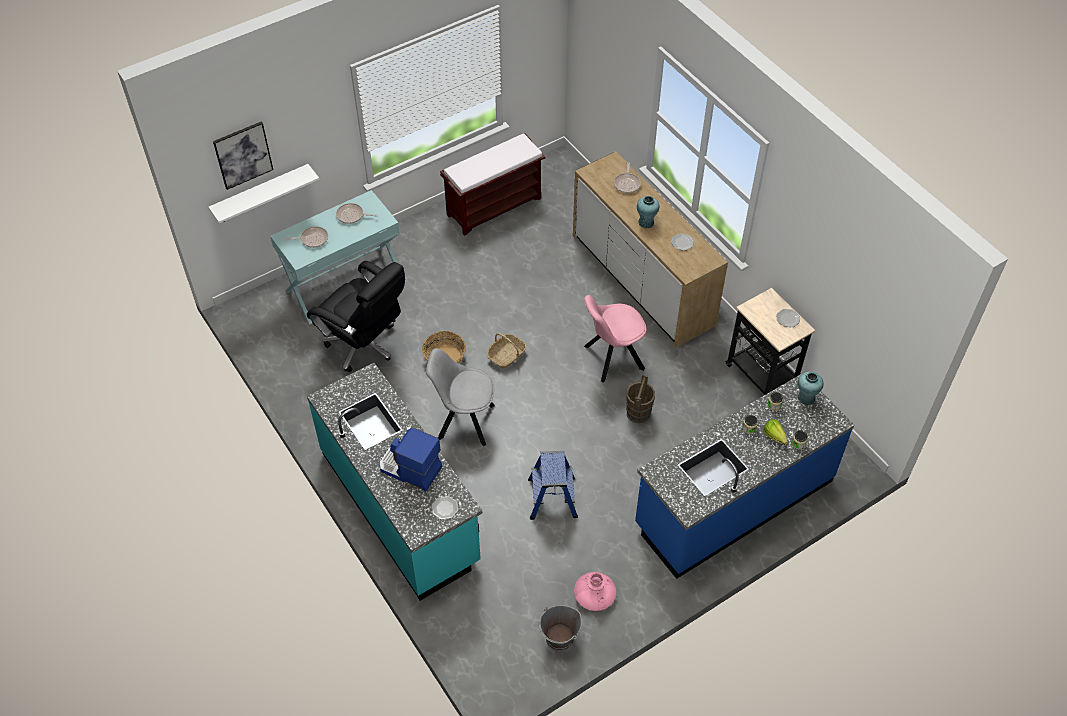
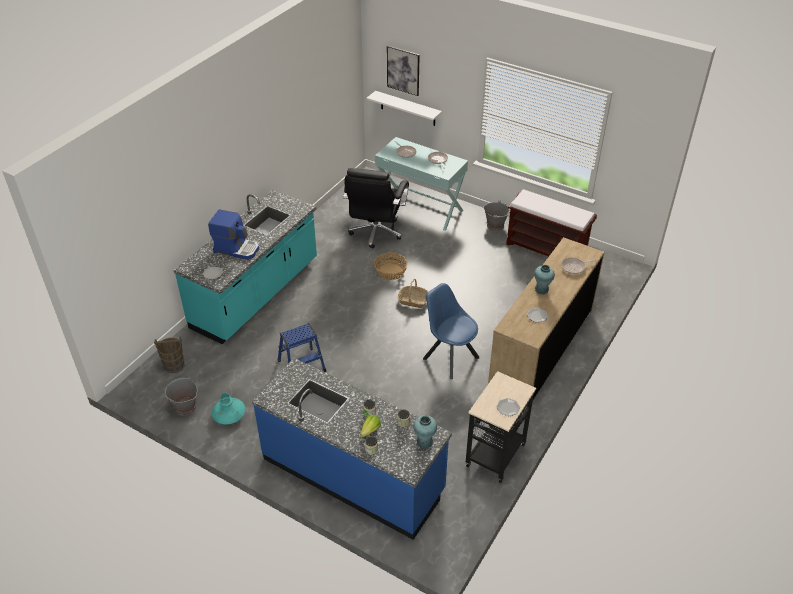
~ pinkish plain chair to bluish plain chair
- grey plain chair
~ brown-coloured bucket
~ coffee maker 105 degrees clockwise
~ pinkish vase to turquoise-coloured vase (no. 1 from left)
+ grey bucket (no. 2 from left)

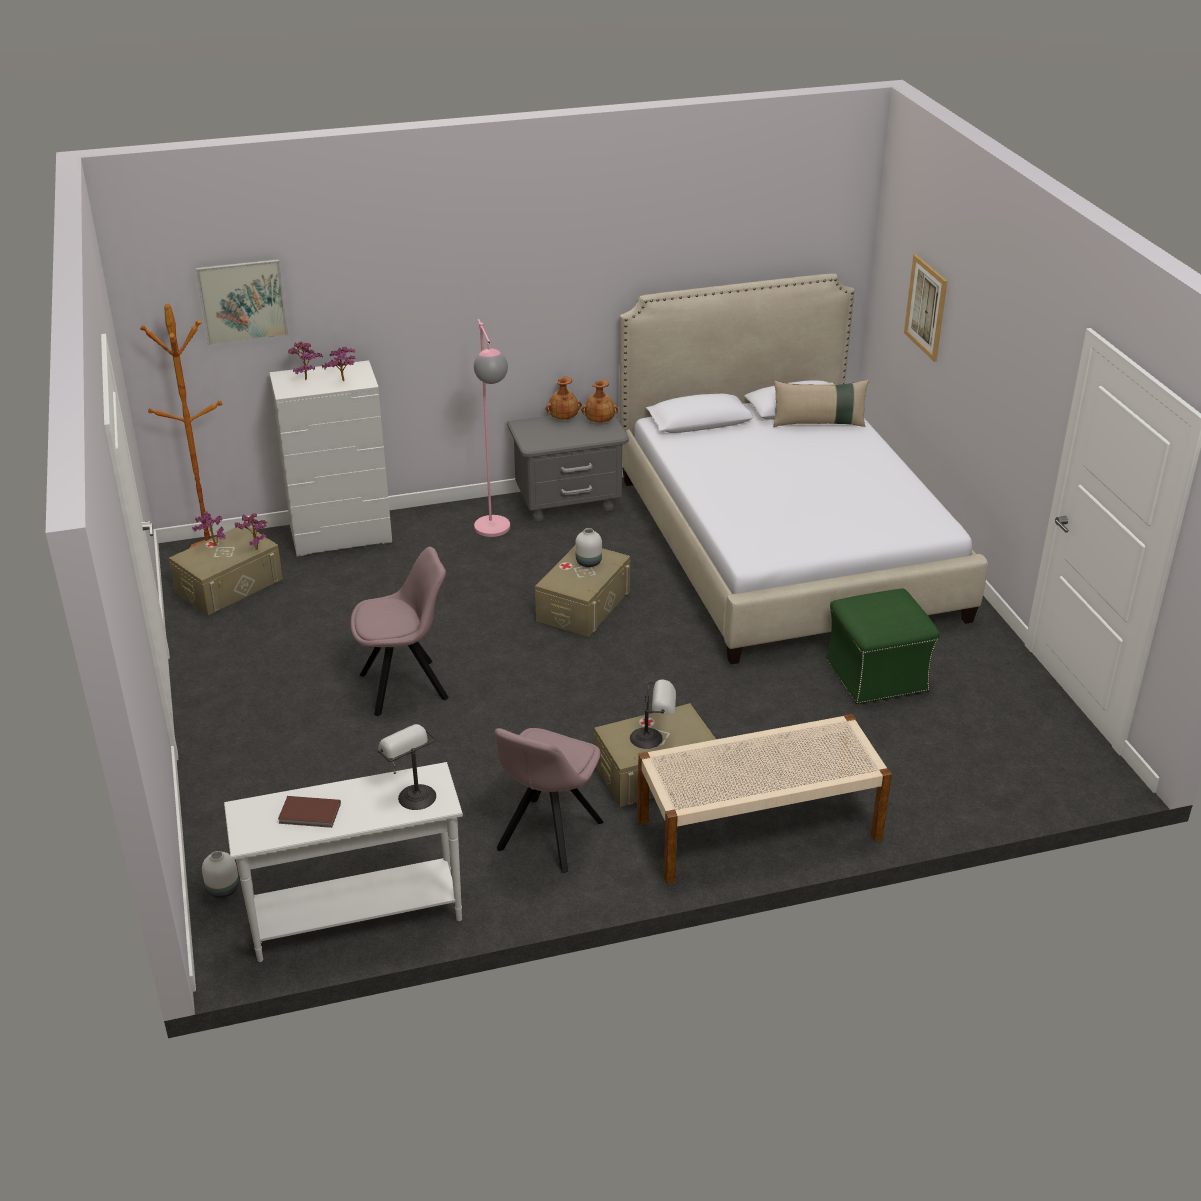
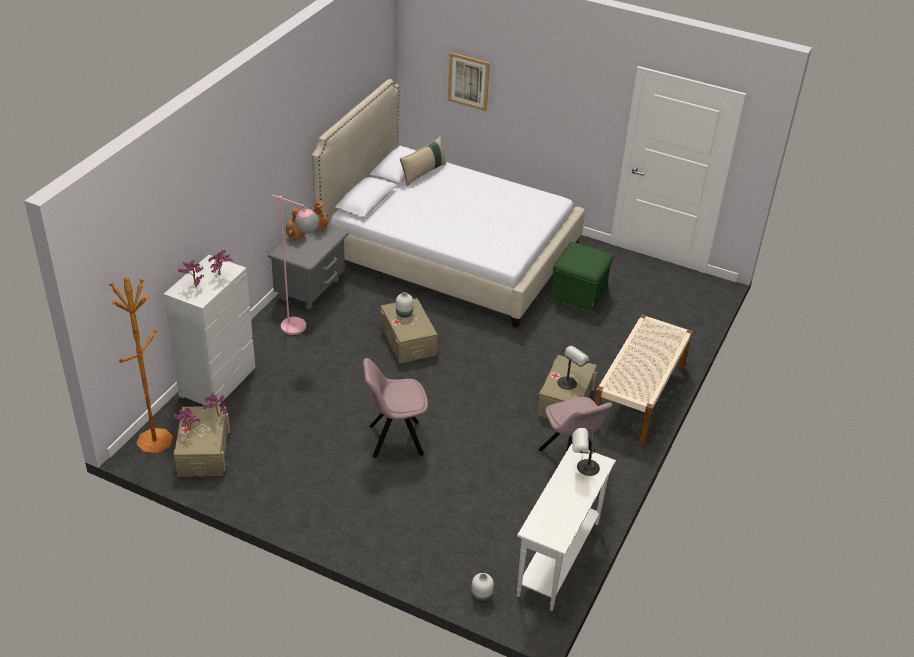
- wall picture (no. 1 from left)
~ pinkish plain chair (no. 1 from left) 120 degrees counterclockwise
- brown-coloured bound book

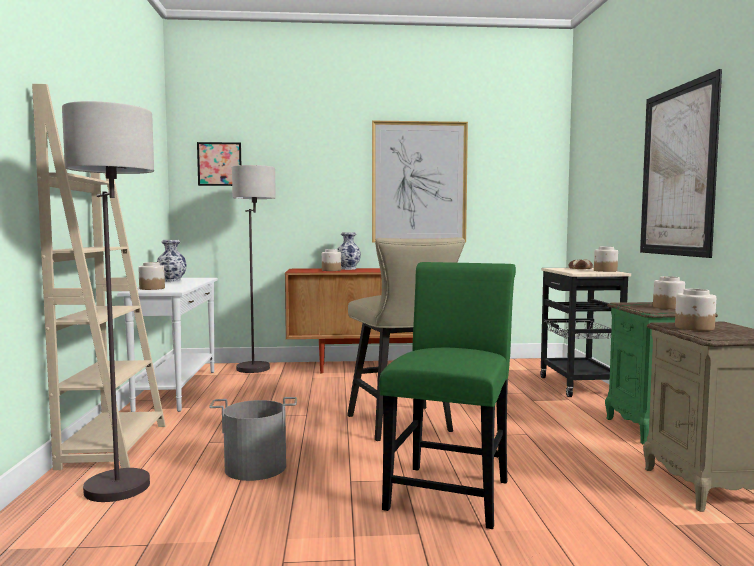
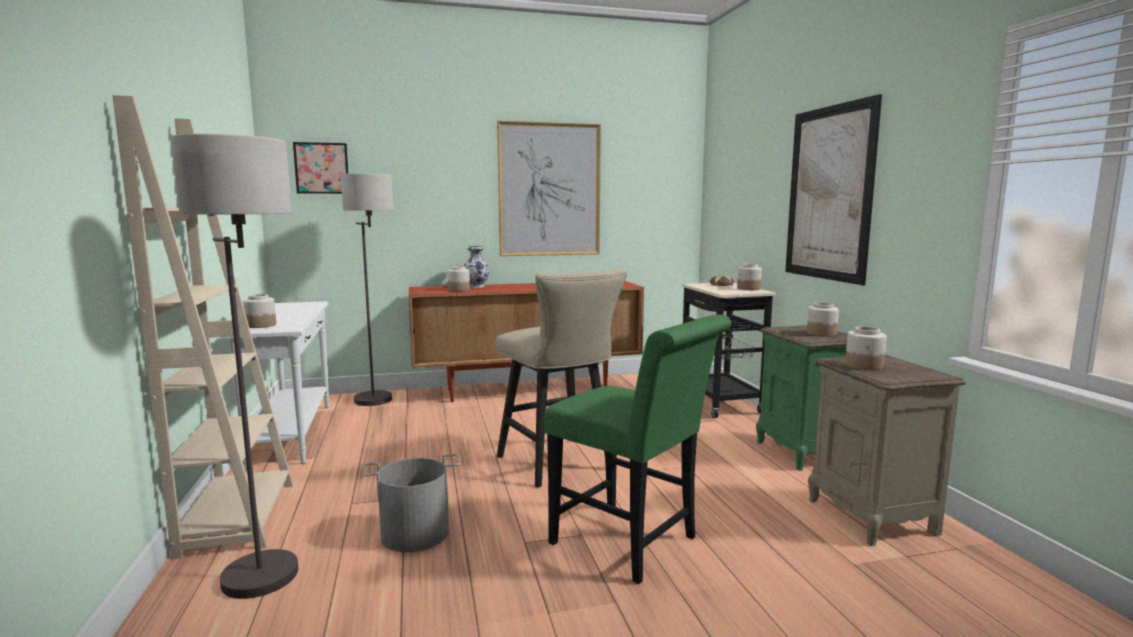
- vase (no. 1 from left)
~ green plain chair 120 degrees clockwise

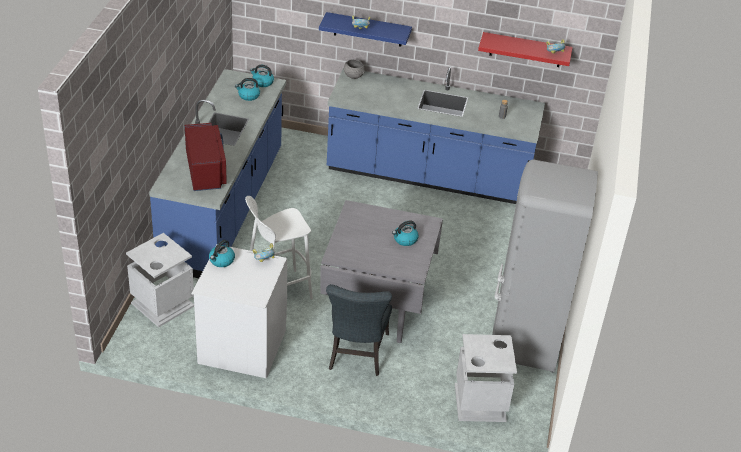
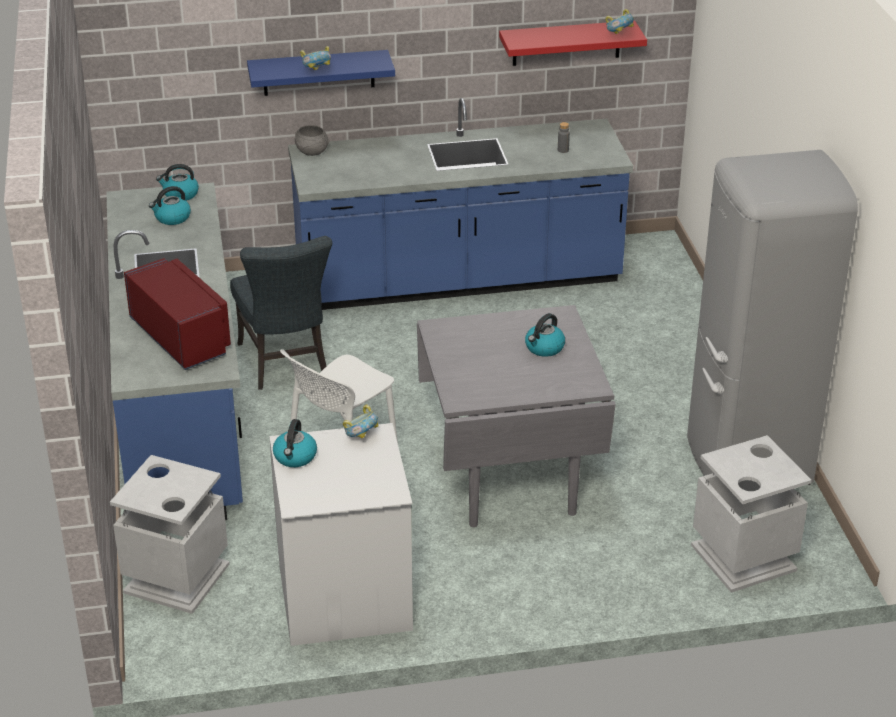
~ grey plain chair

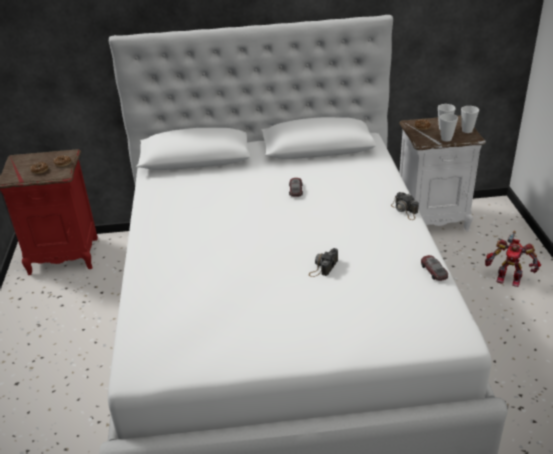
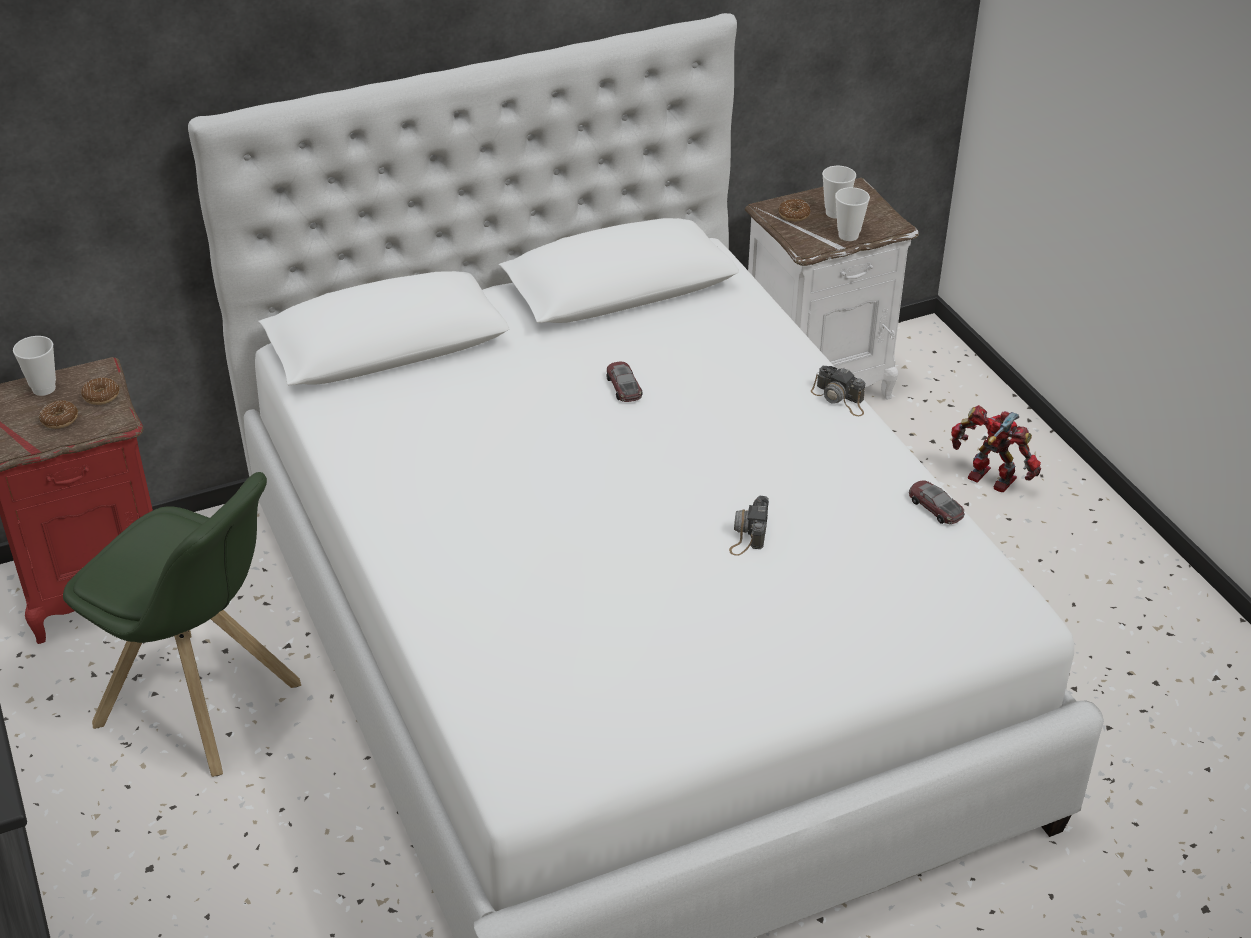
~ small cup (no. 3 from left in the first image) to small cup (no. 1 from left)
~ model robot 150 degrees counterclockwise
+ green plain chair

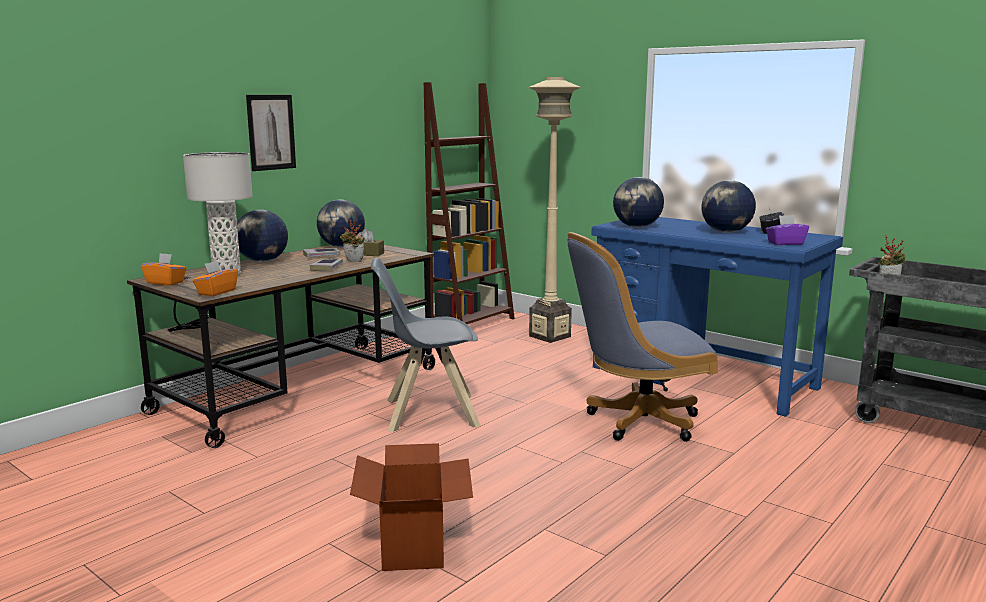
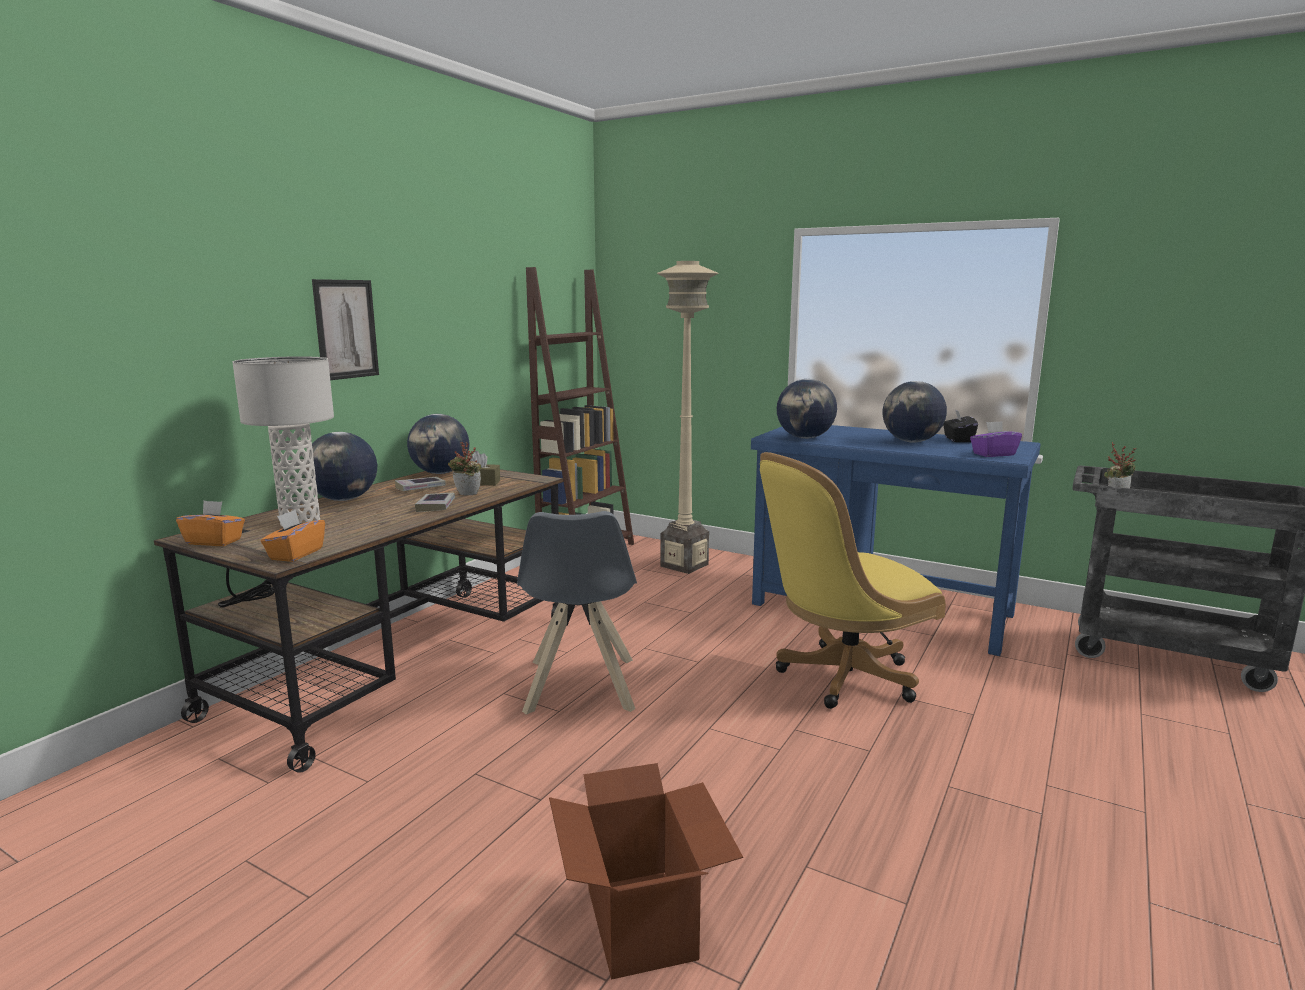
~ bluish computer chair to yellow-coloured computer chair
~ grey plain chair 75 degrees counterclockwise

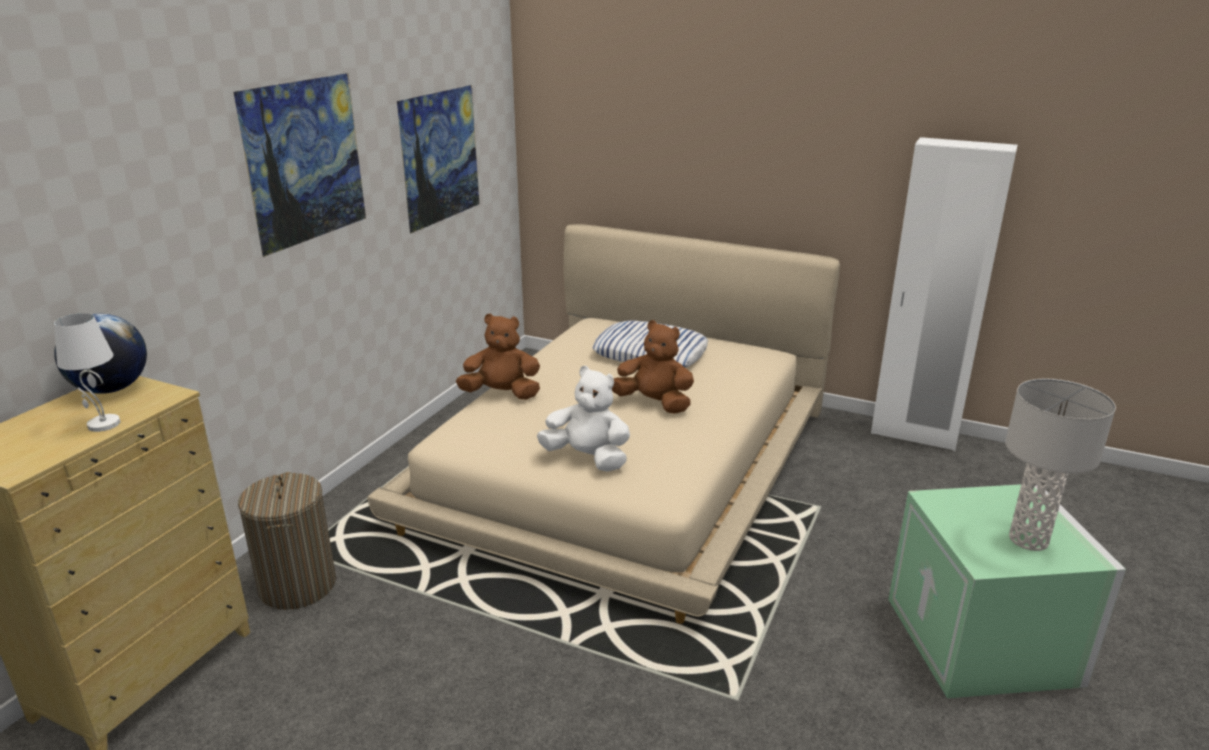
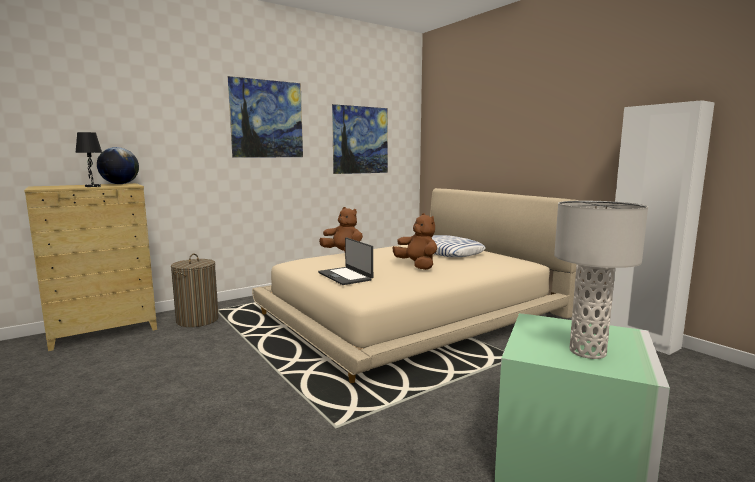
~ white tabletop lamp (no. 1 from left) to black tabletop lamp
~ white soft toy to notebook computer

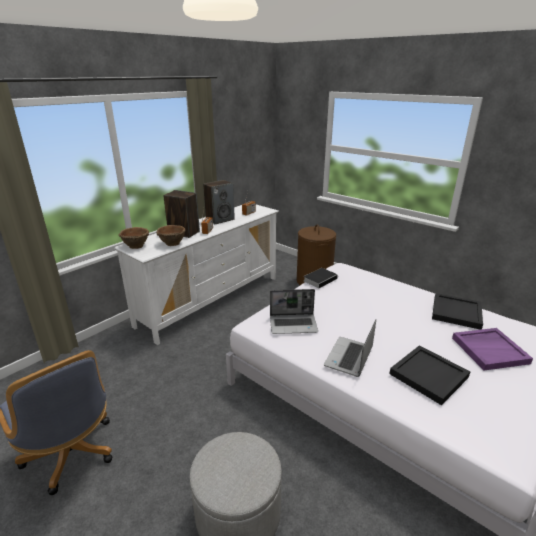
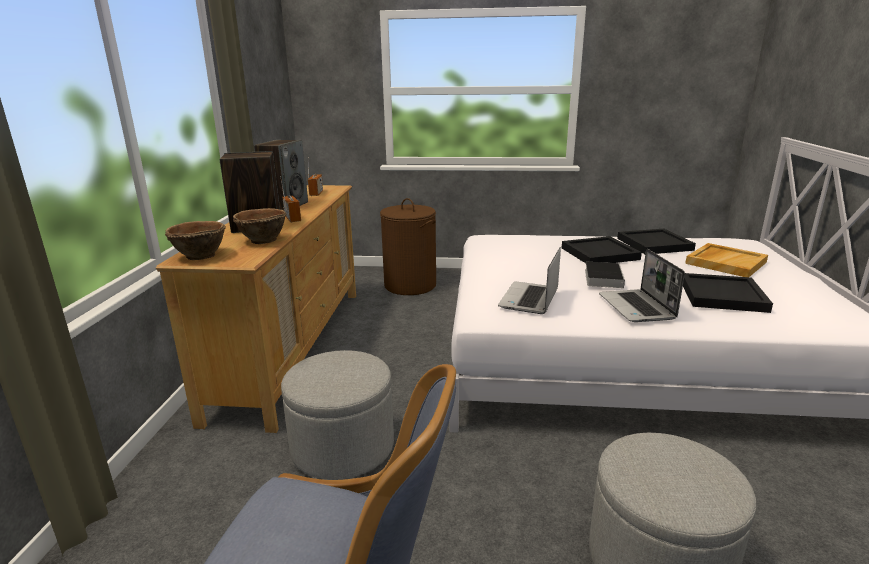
~ white dresser to brown-coloured dresser
~ bound book
~ notebook computer (no. 1 from left) 150 degrees clockwise
~ purplish tray to beige-coloured tray
+ black tray (no. 1 from left)
+ grey pouffe (no. 1 from left)

